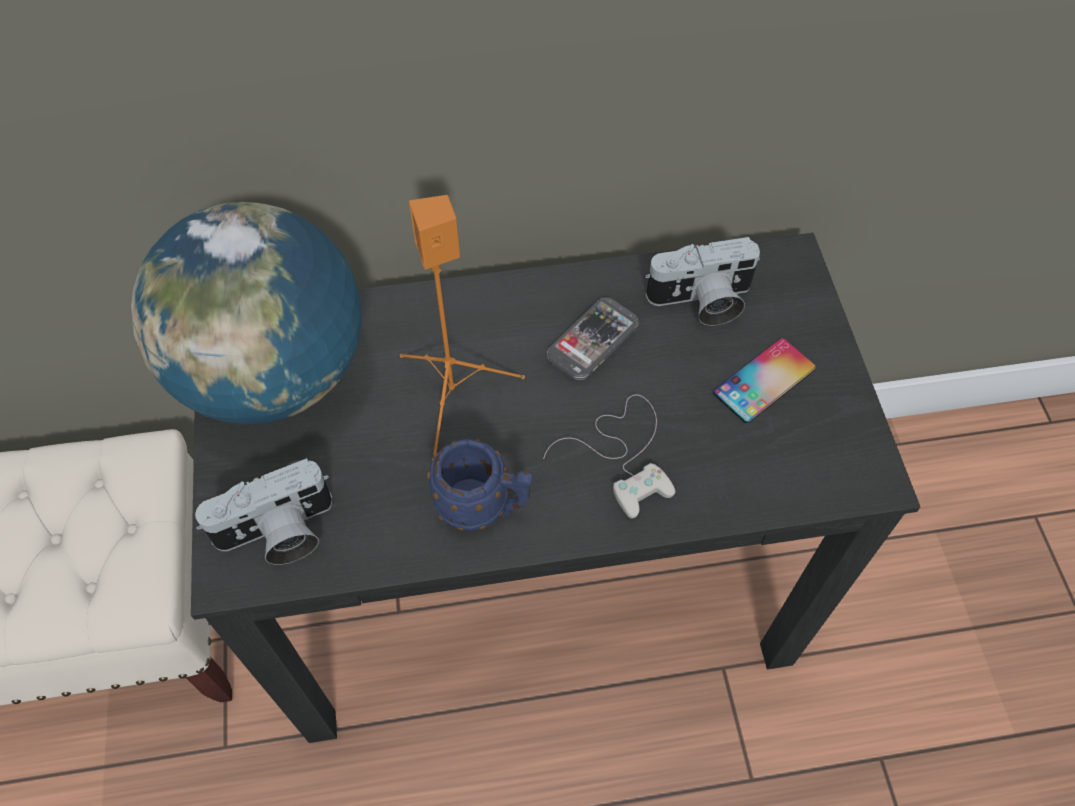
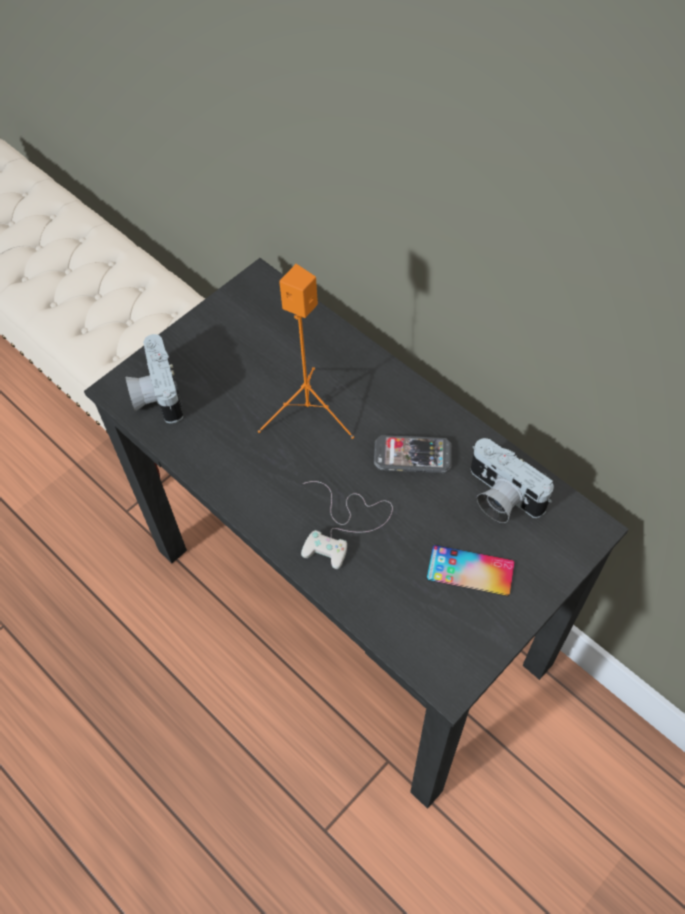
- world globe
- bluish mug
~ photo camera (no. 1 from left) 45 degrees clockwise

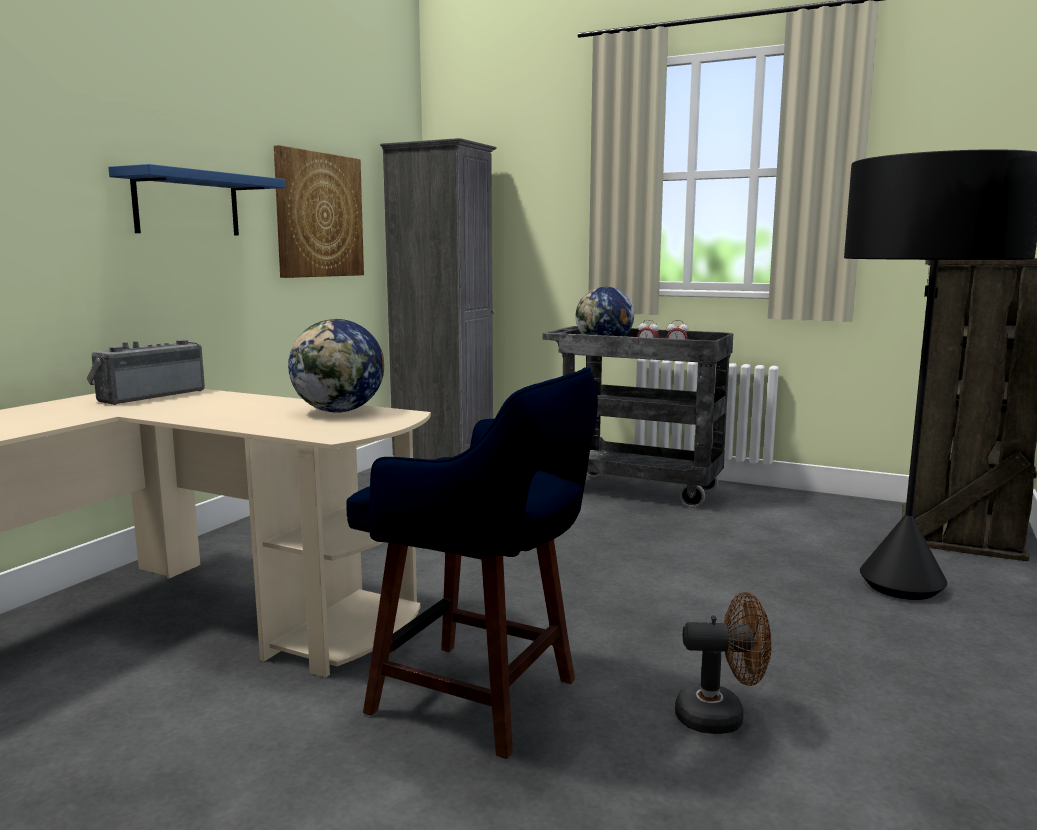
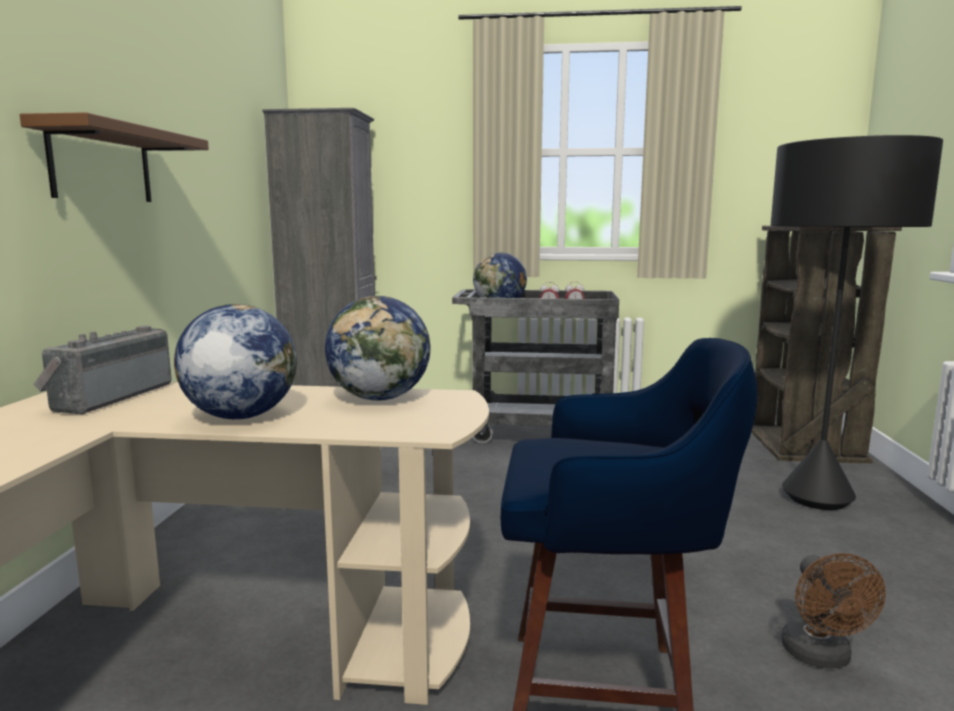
- wall picture
~ bluish wall shelf to brown-coloured wall shelf
~ brown-coloured electric fan 105 degrees clockwise
+ world globe (no. 1 from left)

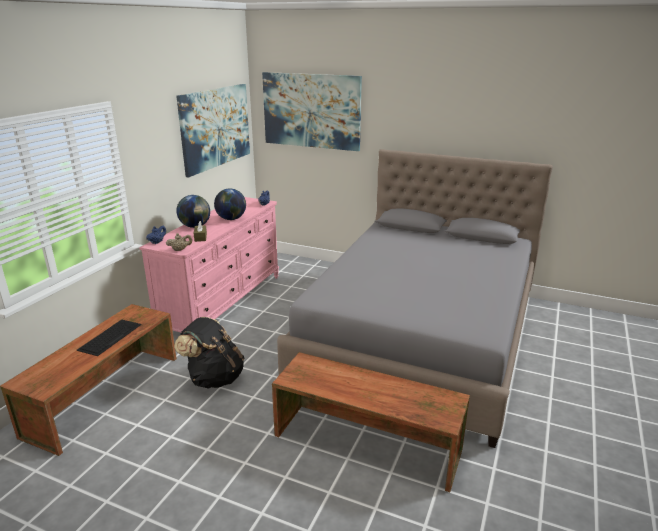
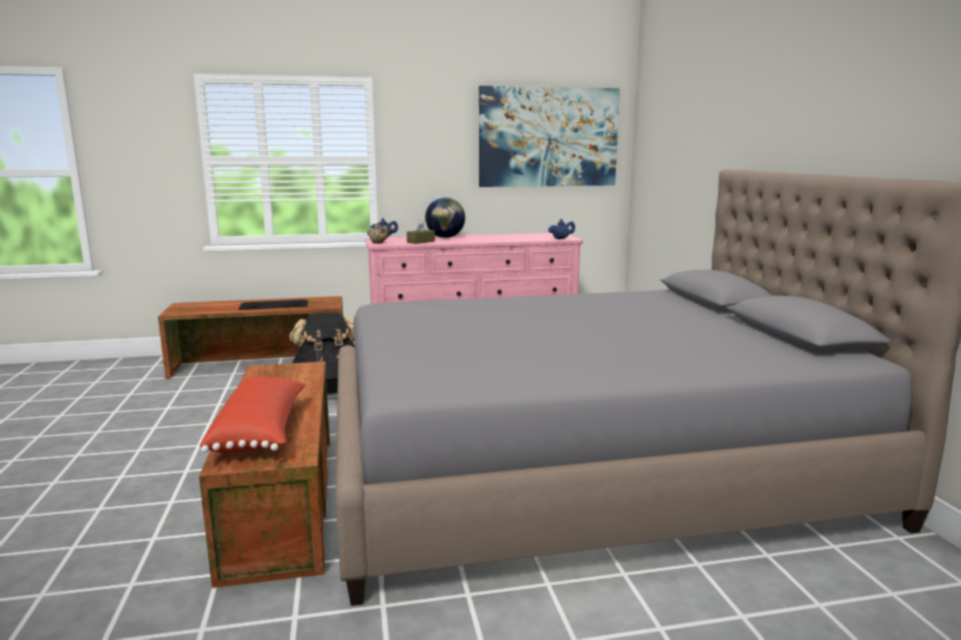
- wall picture (no. 2 from left)
- world globe (no. 2 from left)
+ red-coloured pillow

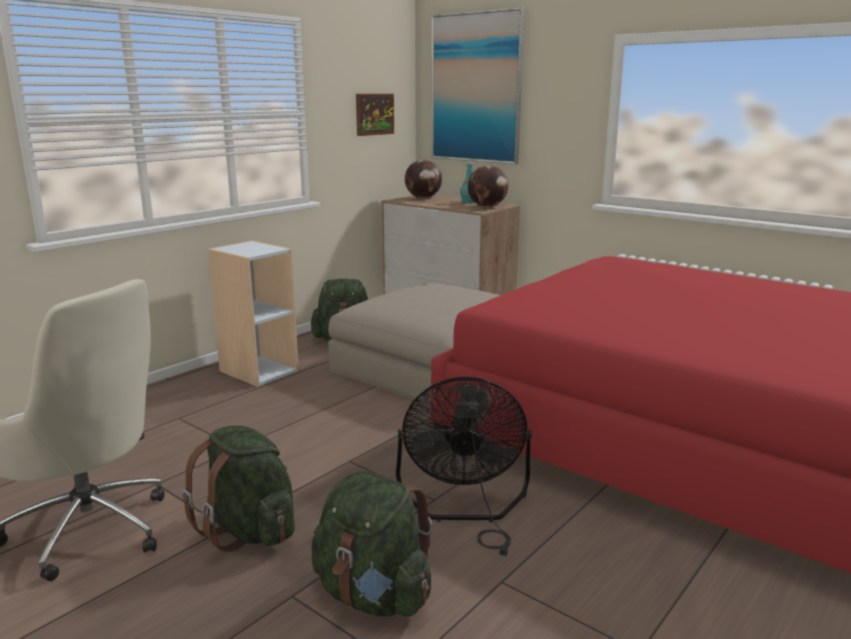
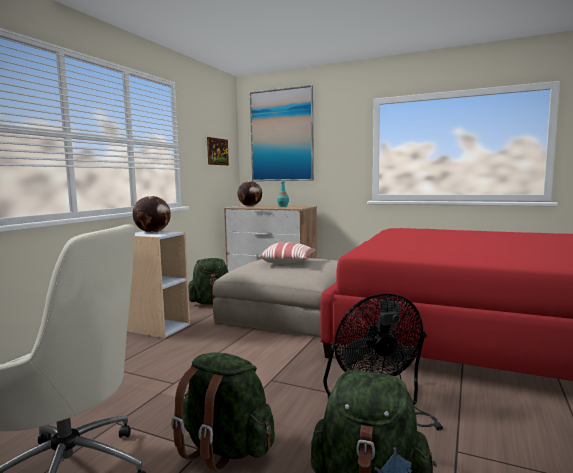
~ world globe (no. 2 from left in the first image) to world globe (no. 1 from left)
+ pillow

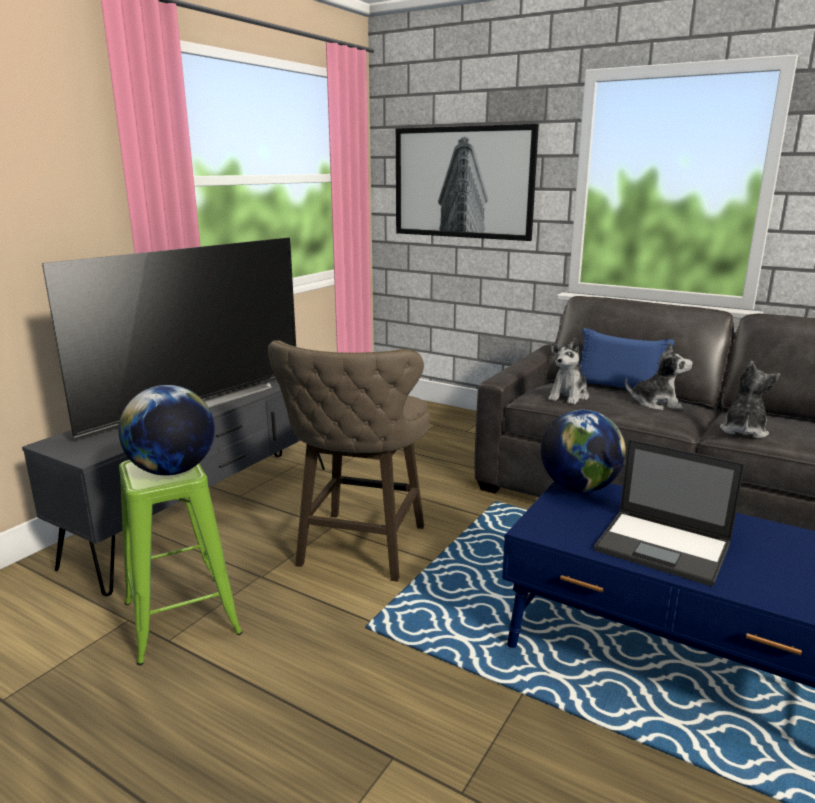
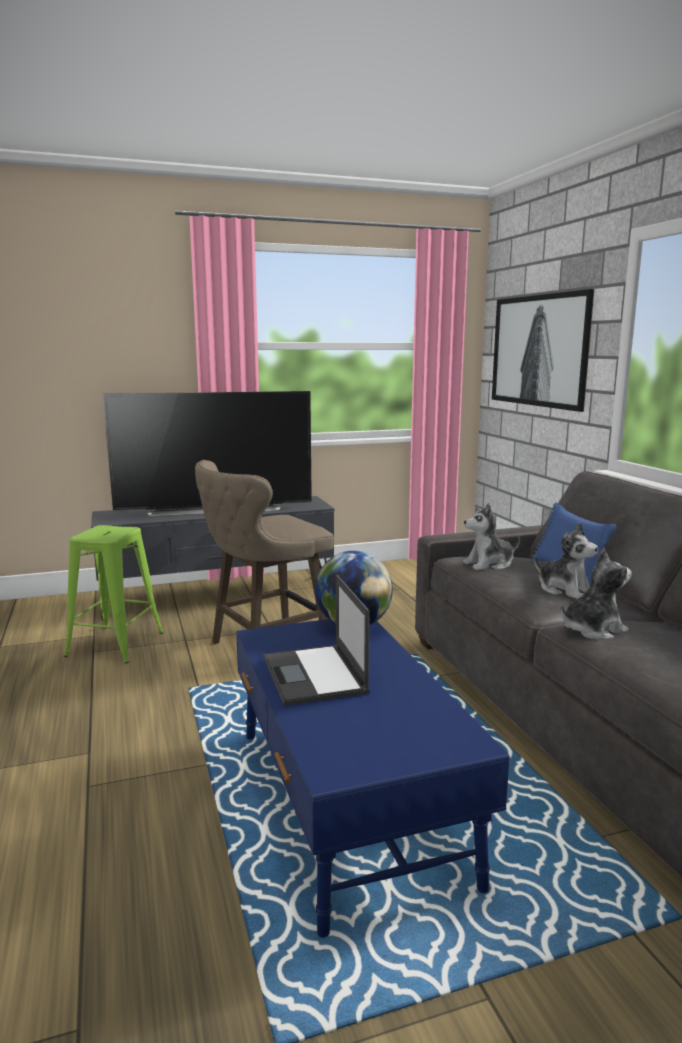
- world globe (no. 1 from left)

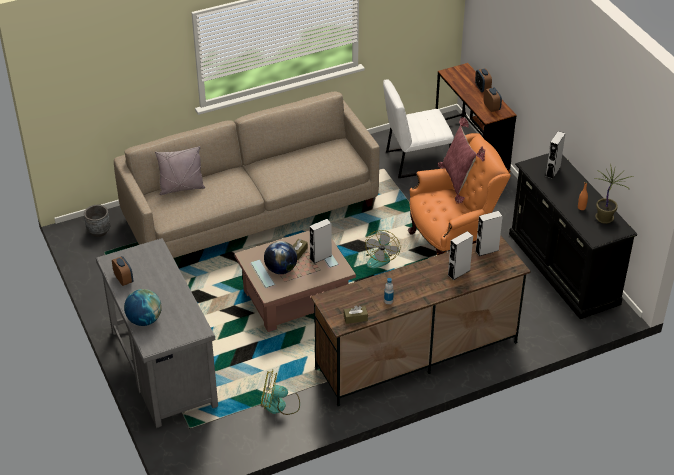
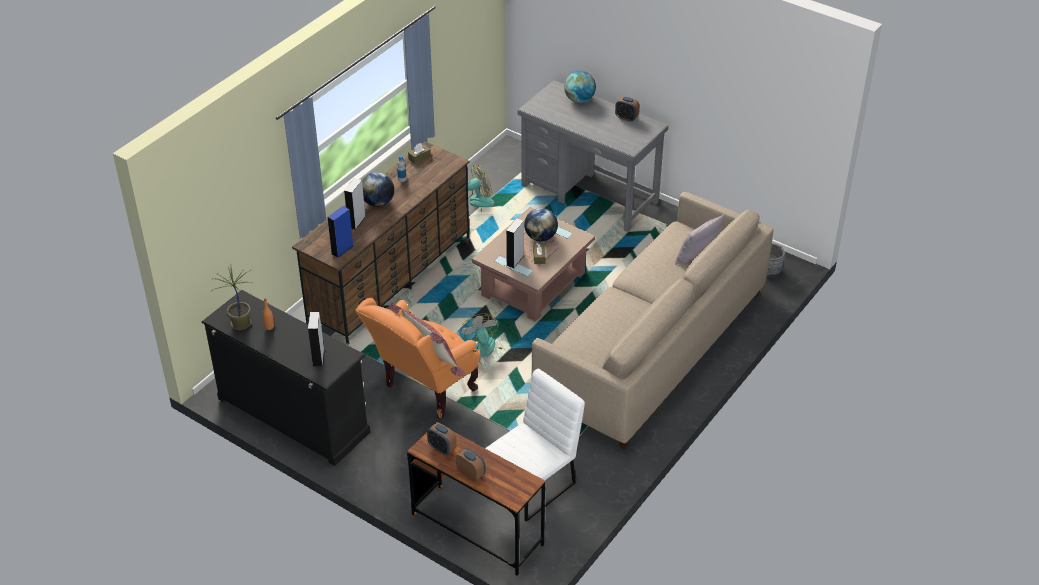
~ grey loudspeaker (no. 3 from left) to bluish loudspeaker
+ world globe (no. 1 from left)

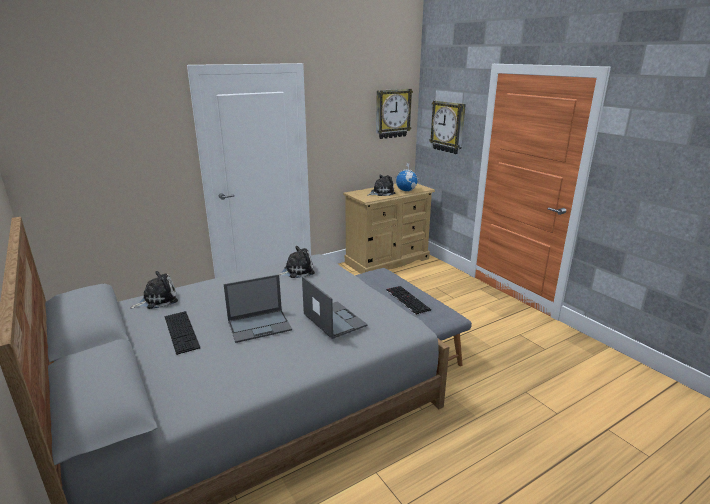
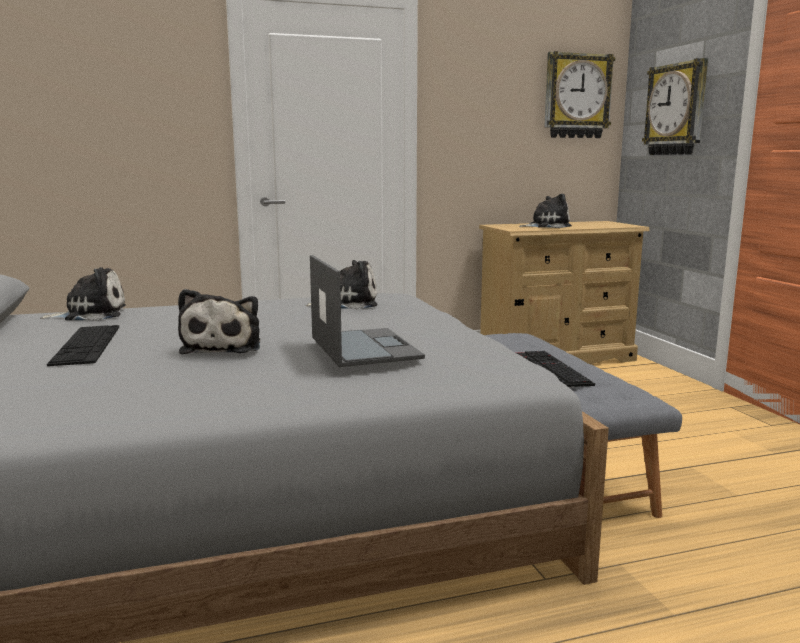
- world globe
~ notebook computer (no. 1 from left) to soft toy (no. 2 from left)

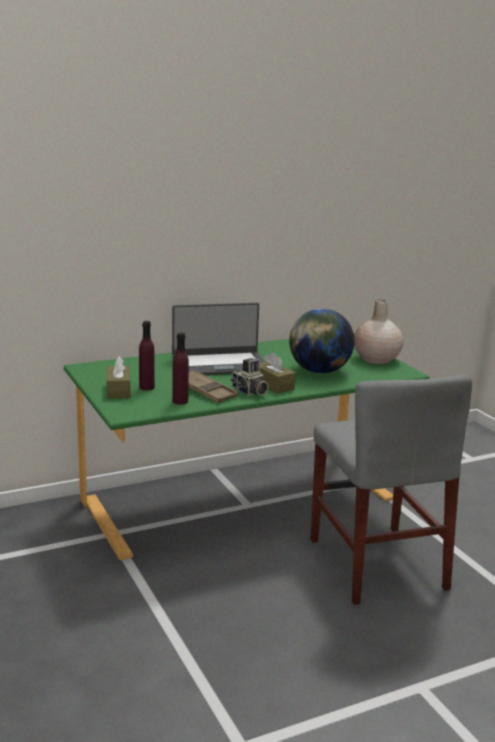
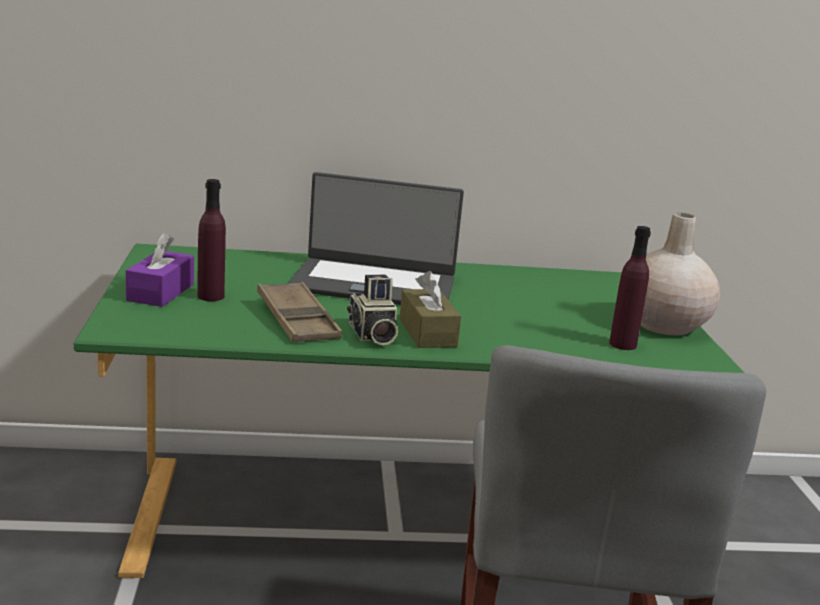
- world globe
~ purplish beverage bottle (no. 2 from left)
~ brown-coloured box of tissues (no. 1 from left) to purplish box of tissues

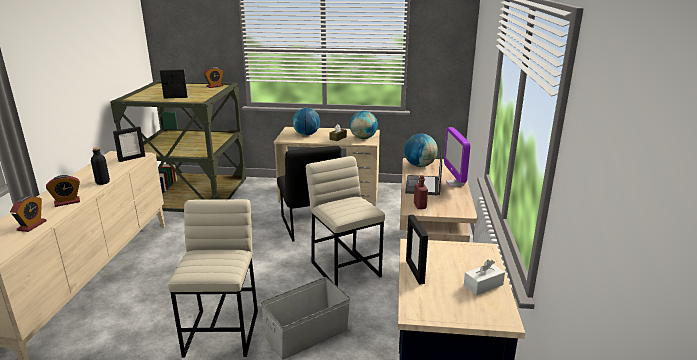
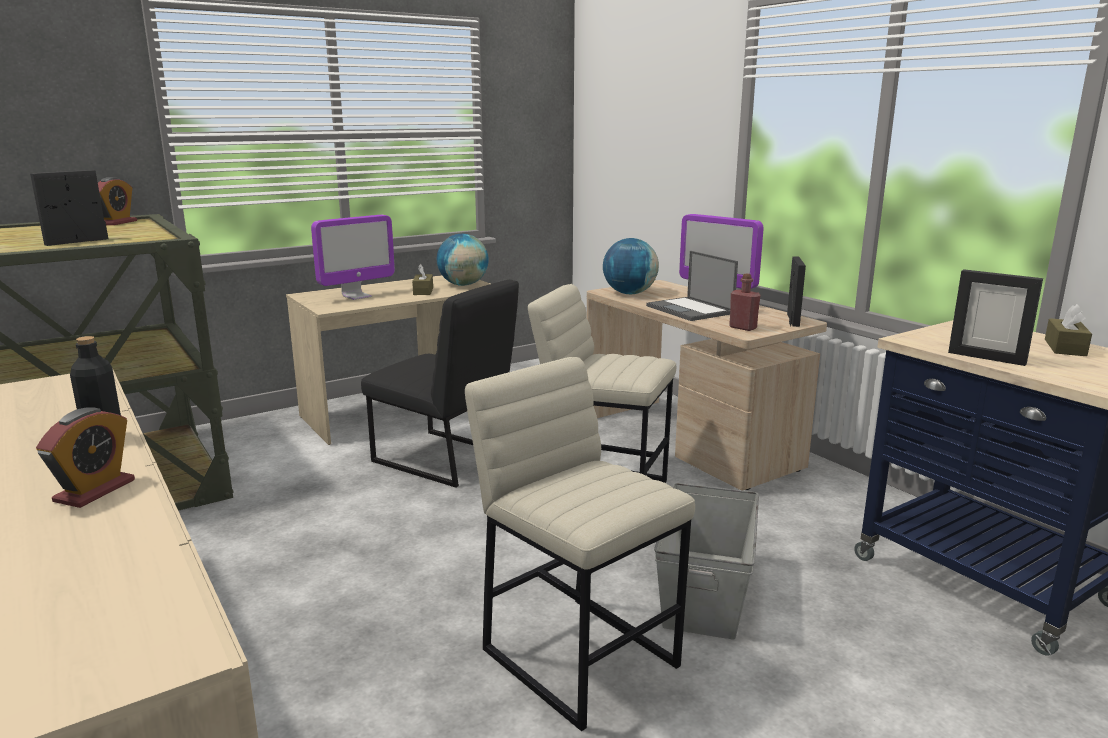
~ world globe (no. 1 from left) to computer screen (no. 1 from left)
~ picture frame (no. 1 from left in the first image) to picture frame (no. 2 from left)
- alarm clock (no. 1 from left)
~ white box of tissues to brown-coloured box of tissues (no. 2 from left)

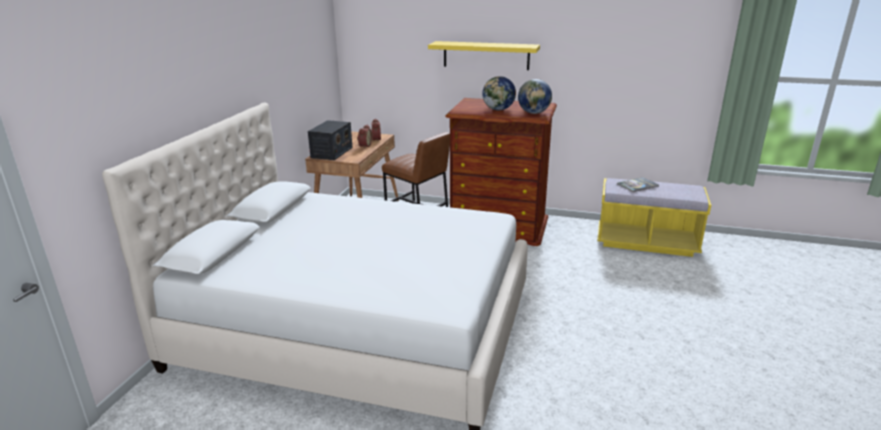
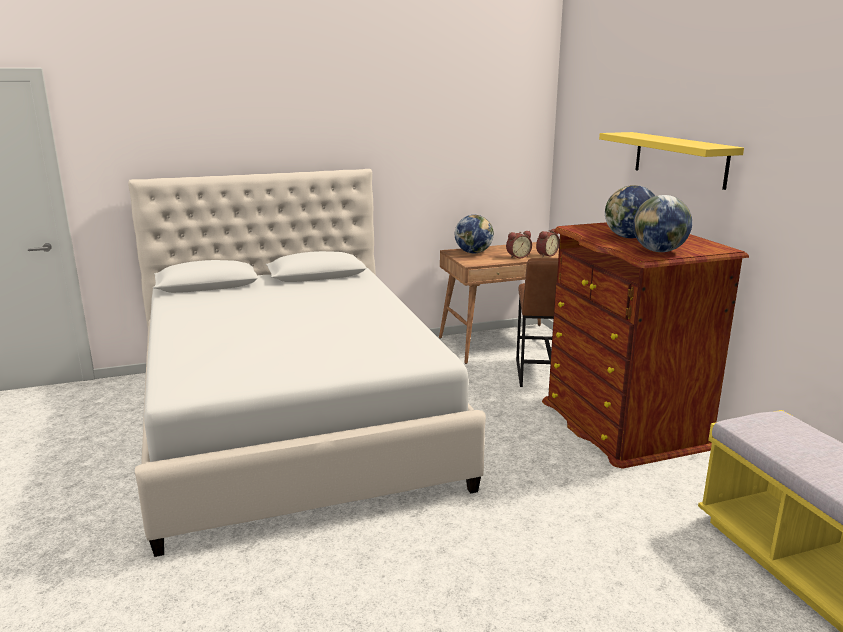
~ radio receiver to world globe (no. 1 from left)
- bound book

